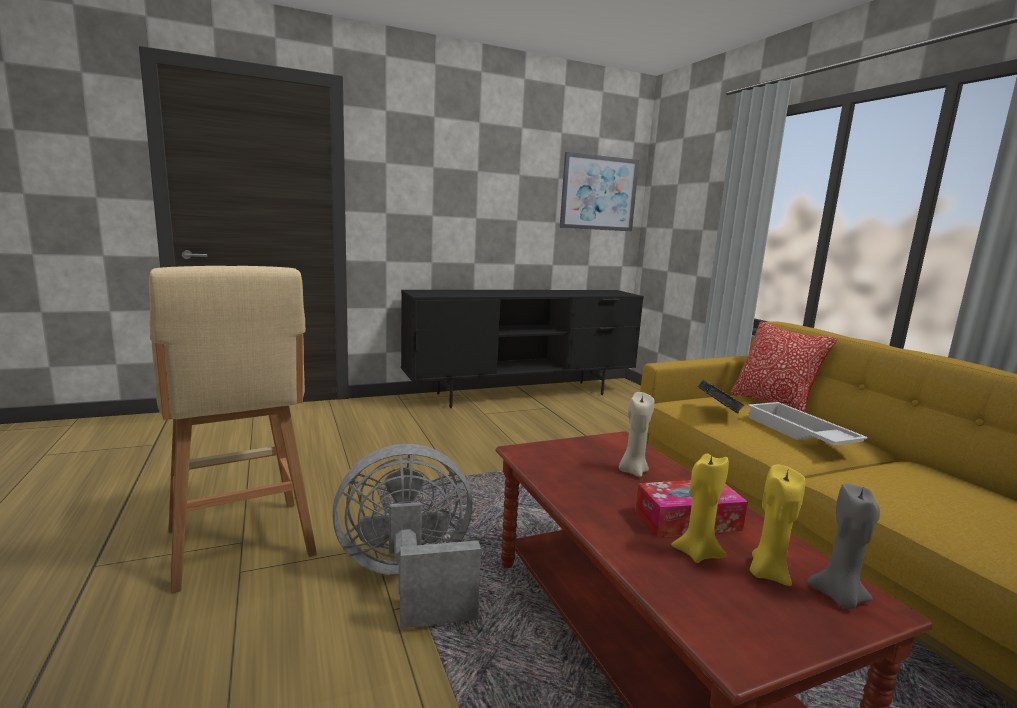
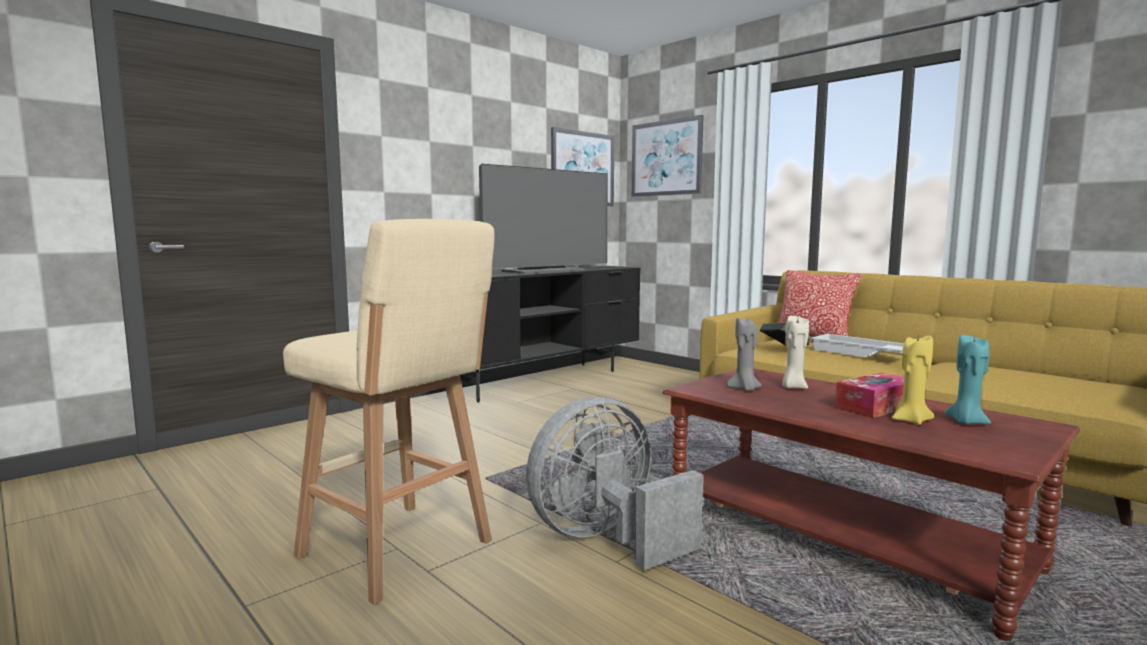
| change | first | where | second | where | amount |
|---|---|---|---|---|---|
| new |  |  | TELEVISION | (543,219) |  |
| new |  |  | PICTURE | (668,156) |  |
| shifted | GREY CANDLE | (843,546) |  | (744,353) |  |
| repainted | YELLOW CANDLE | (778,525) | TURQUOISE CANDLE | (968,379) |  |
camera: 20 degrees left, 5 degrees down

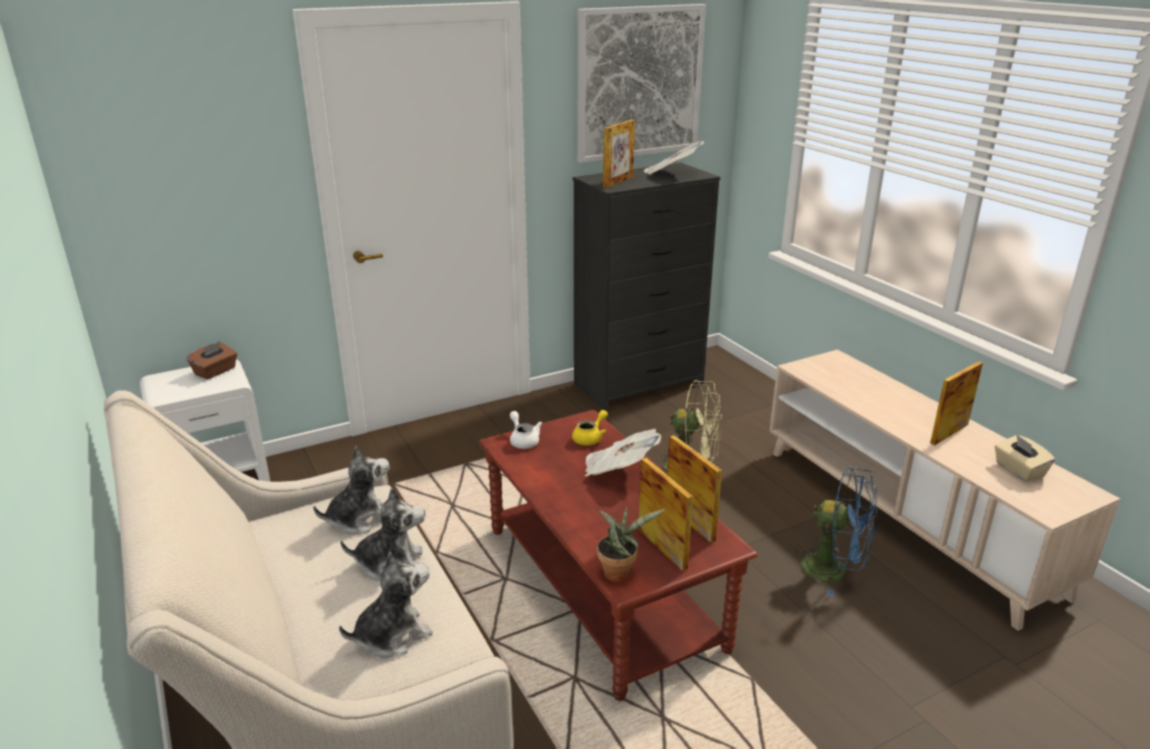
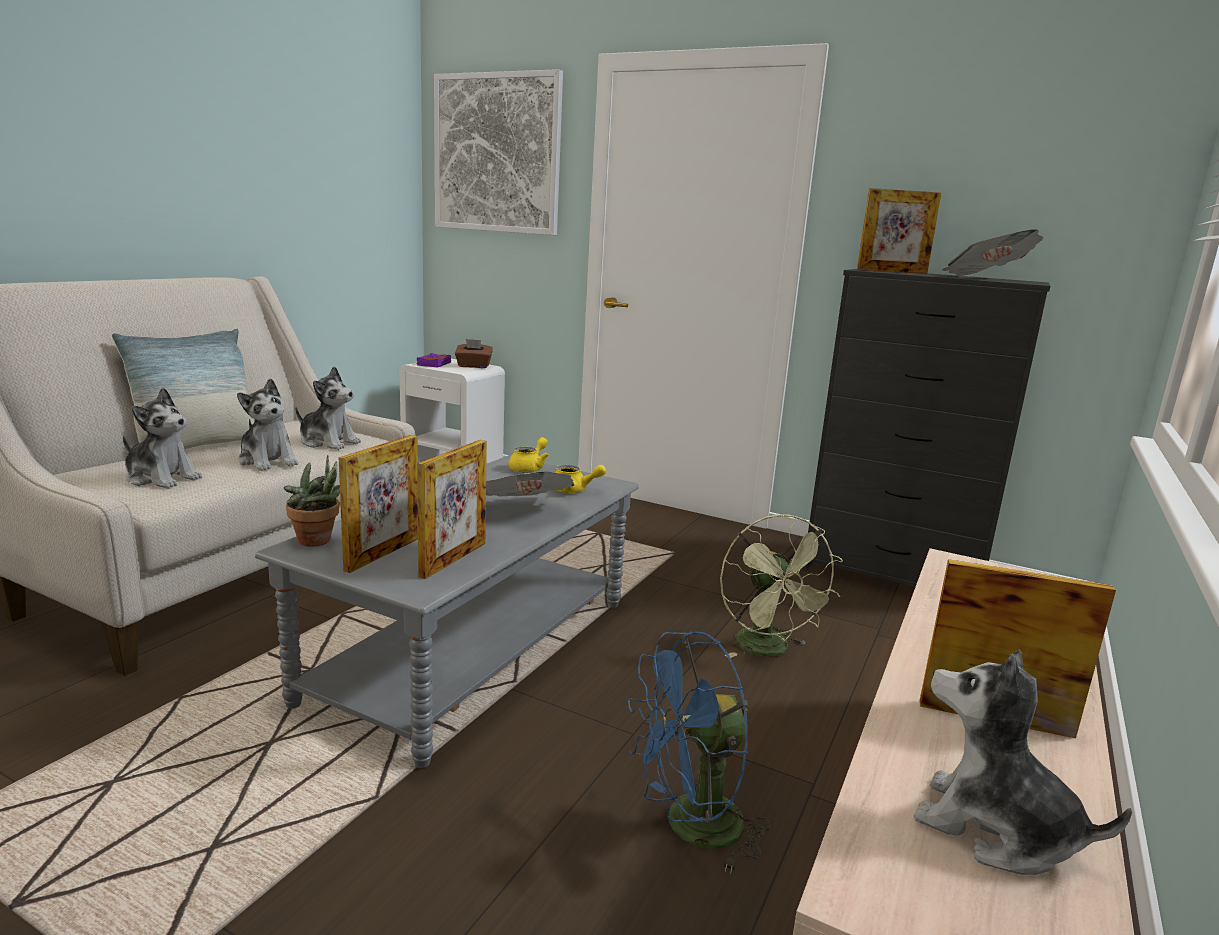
| change | first | where | second | where | amount |
|---|---|---|---|---|---|
| new |  |  | PILLOW | (182,388) |  |
| new |  |  | PURPLE BOOK | (434,360) |  |
| shifted | PICTURE | (641,83) |  | (498,152) |  |
| swapped | BEIGE TISSUE BOX | (1024,458) | PLUSH TOY | (1022,762) |  |
| repainted | BROWN COFFEE TABLE | (618,555) | GREY COFFEE TABLE | (447,611) |  |
| repainted | WHITE TEAPOT | (526,430) | YELLOW TEAPOT | (528,454) |  |
| rotated | BLUE FAN | (834,531) |  | (699,752) | 75 degrees clockwise |
camera: 55 degrees right, 10 degrees down

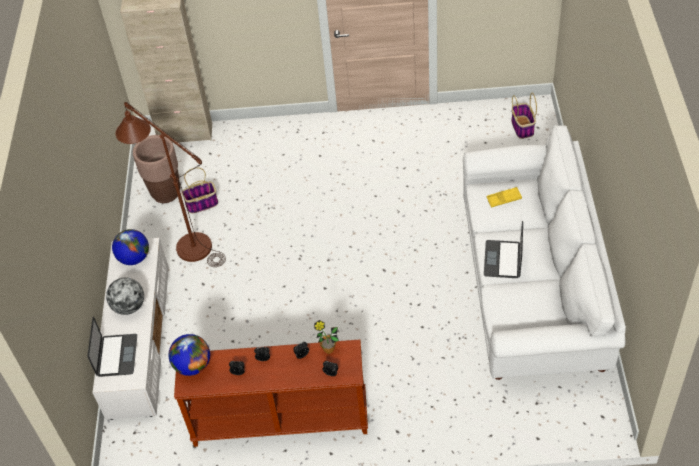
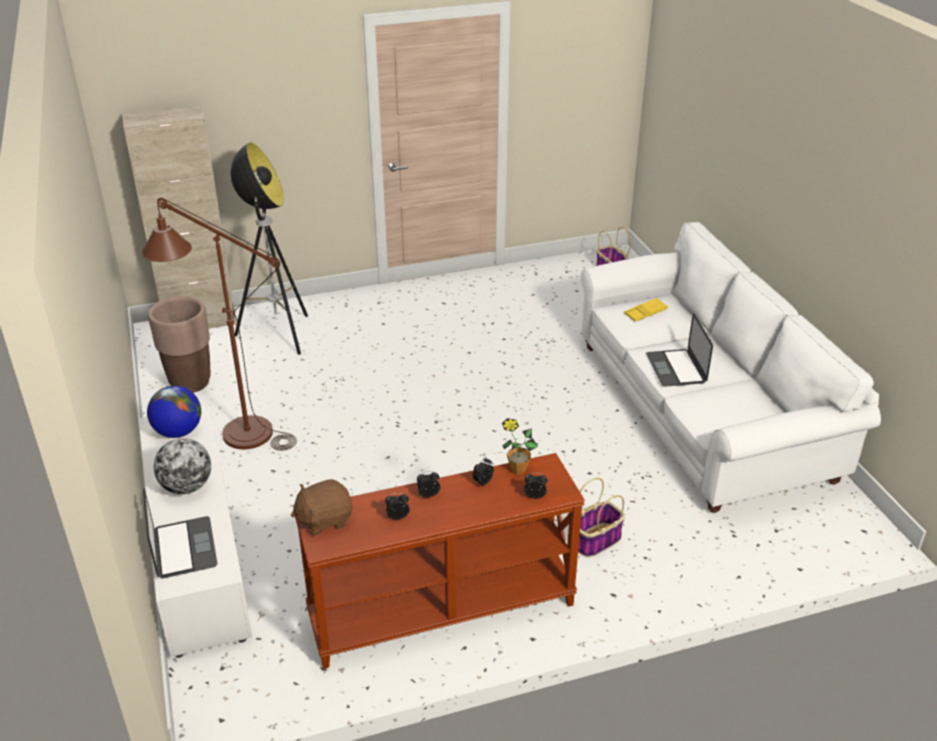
| change | first | where | second | where | amount |
|---|---|---|---|---|---|
| new |  |  | FLOOR LAMP | (269,248) |  |
| shifted | BASKET | (199,190) |  | (601,517) |  |
| swapped | GLOBE | (189,355) | BROWN PLUSH TOY | (322,507) |  |
camera: 20 degrees left, 15 degrees down

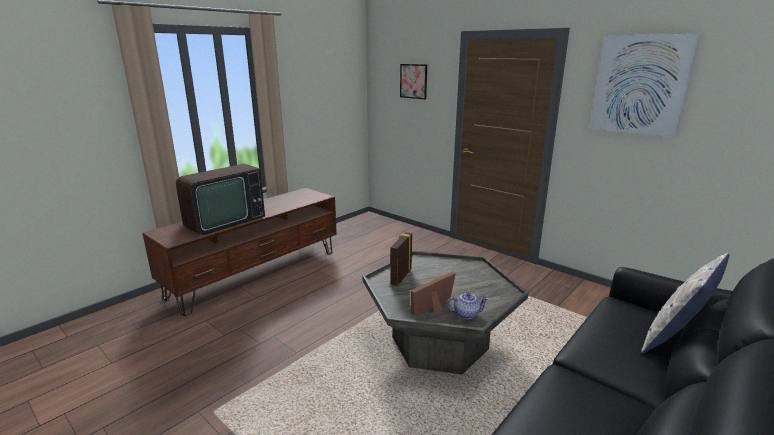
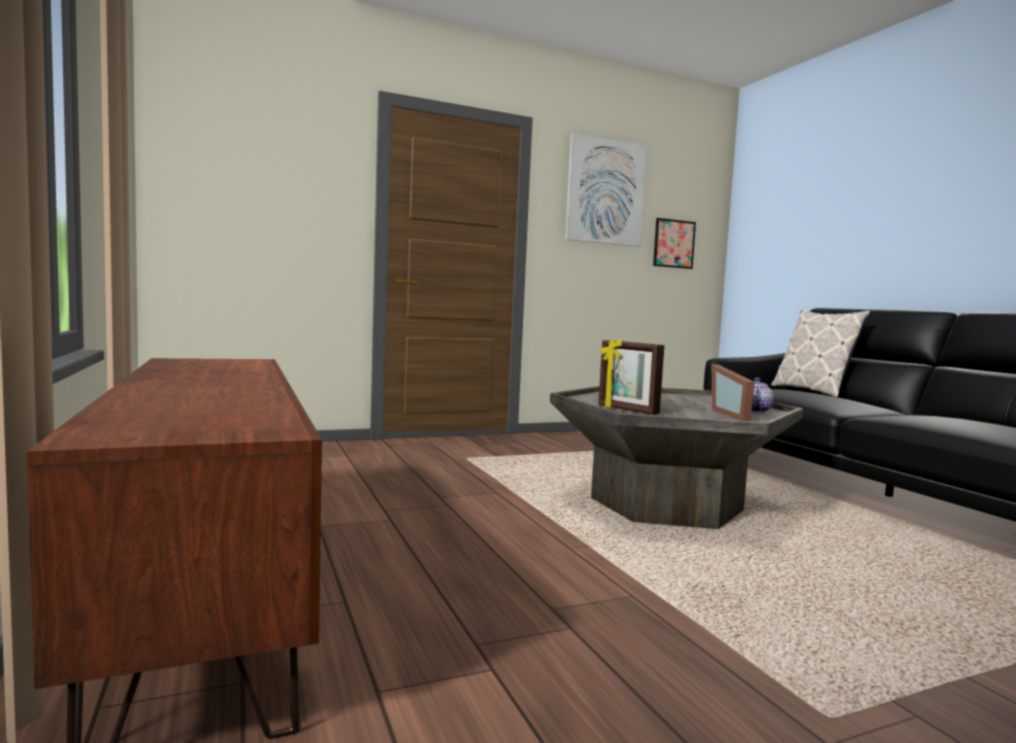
| change | first | where | second | where | amount |
|---|---|---|---|---|---|
| gone | TELEVISION | (220,199) |  |  |  |
| shifted | PICTURE | (413,81) |  | (674,243) |  |
camera: 65 degrees left, 15 degrees down

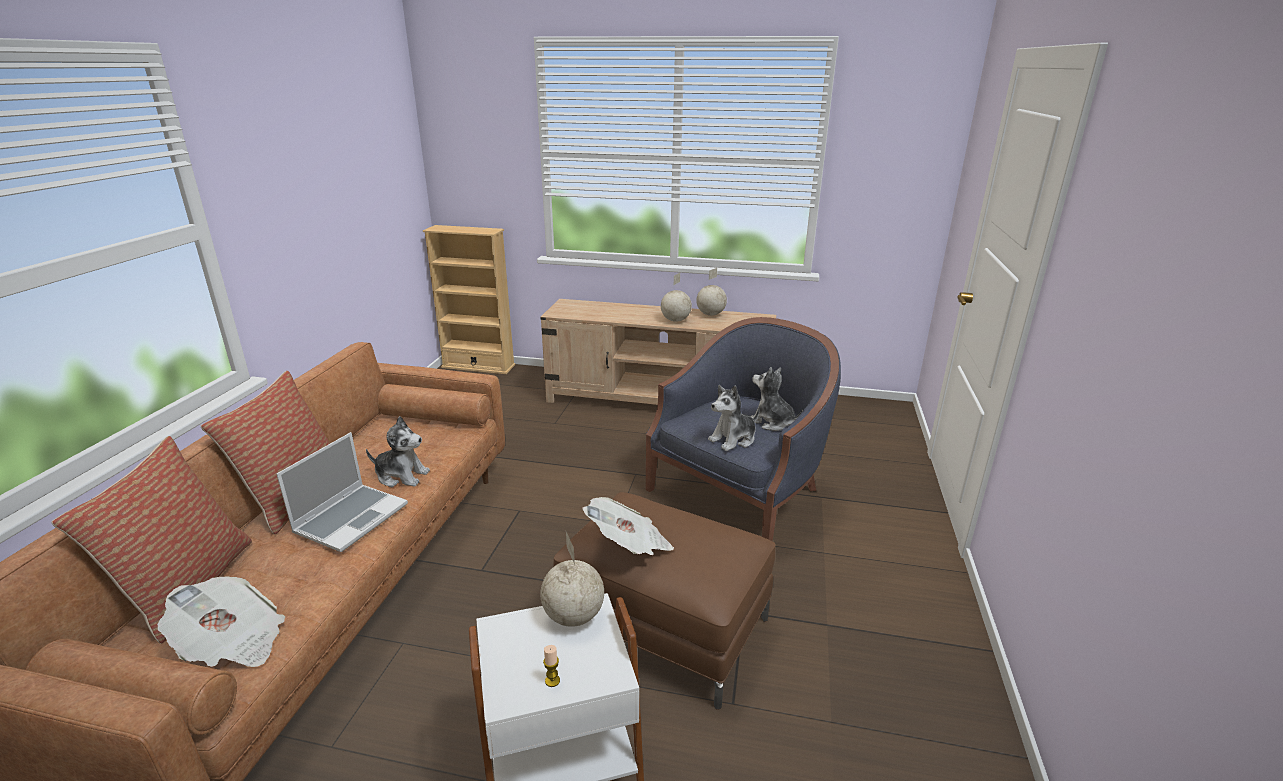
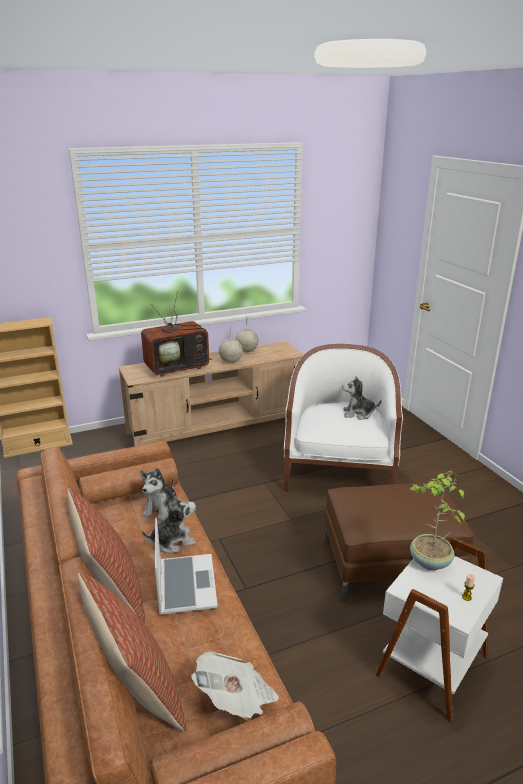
| change | first | where | second | where | amount |
|---|---|---|---|---|---|
| gone | NEWSPAPER | (628,526) |  |  |  |
| new |  |  | TELEVISION | (176,333) |  |
| shifted | PLUSH TOY | (733,418) |  | (158,495) |  |
| swapped | GLOBE | (572,579) | POTTED PLANT | (437,520) |  |
| repainted | BLUE ARMCHAIR | (743,429) | WHITE ARMCHAIR | (343,417) |  |
camera: 35 degrees left, 0 degrees up

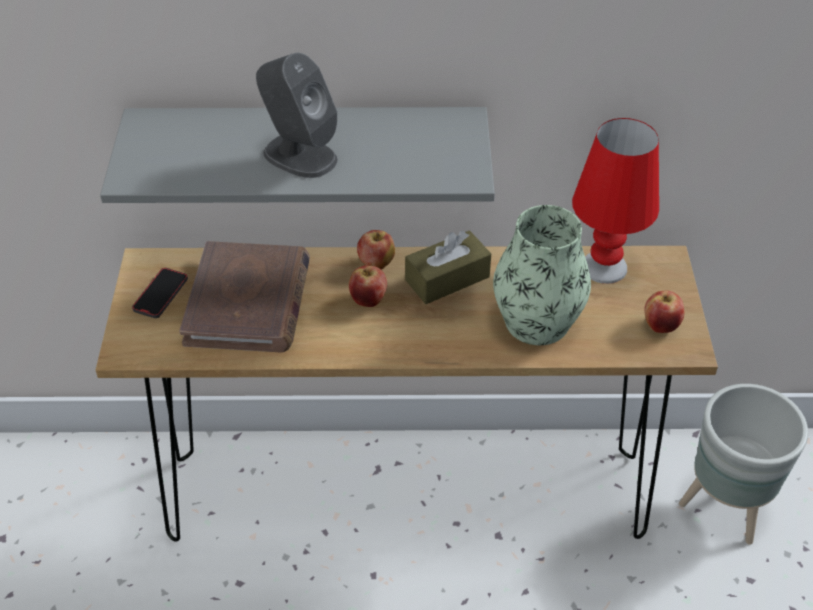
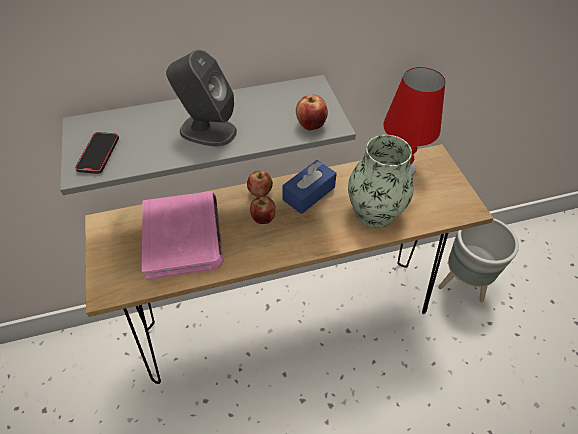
| change | first | where | second | where | amount |
|---|---|---|---|---|---|
| shifted | PHONE | (160,293) |  | (97,153) |  |
| shifted | APPLE | (664,312) |  | (312,112) |  |
| repainted | BROWN BOOK | (244,297) | PINK BOOK | (183,235) |  |
| repainted | BROWN TISSUE BOX | (448,267) | BLUE TISSUE BOX | (309,187) |  |
camera: 15 degrees left, 5 degrees up

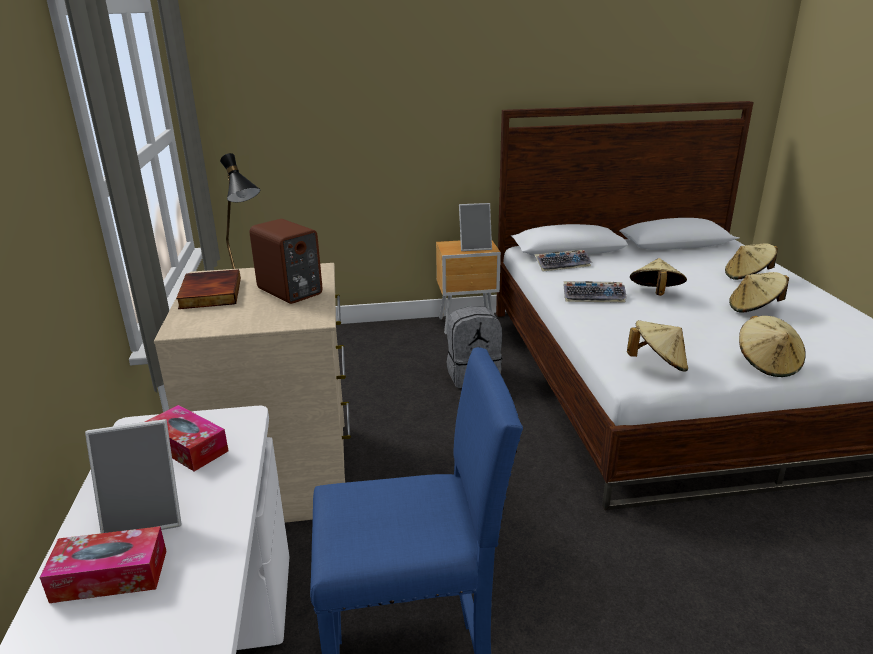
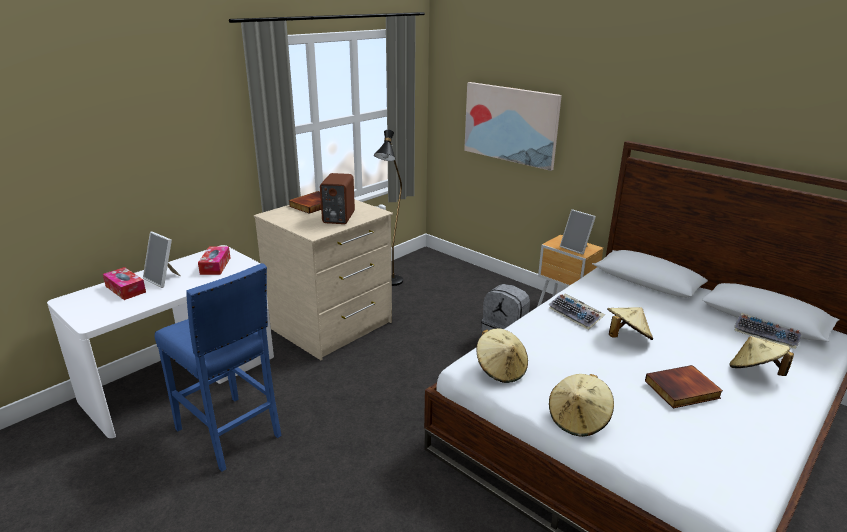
| change | first | where | second | where | amount |
|---|---|---|---|---|---|
| new |  |  | PICTURE | (513,126) |  |
| shifted | KEYBOARD | (563,260) |  | (768,331) |  |
| swapped | BEIGE HAT | (759,292) | BOOK | (684,386) |  |
camera: 50 degrees right, 0 degrees up

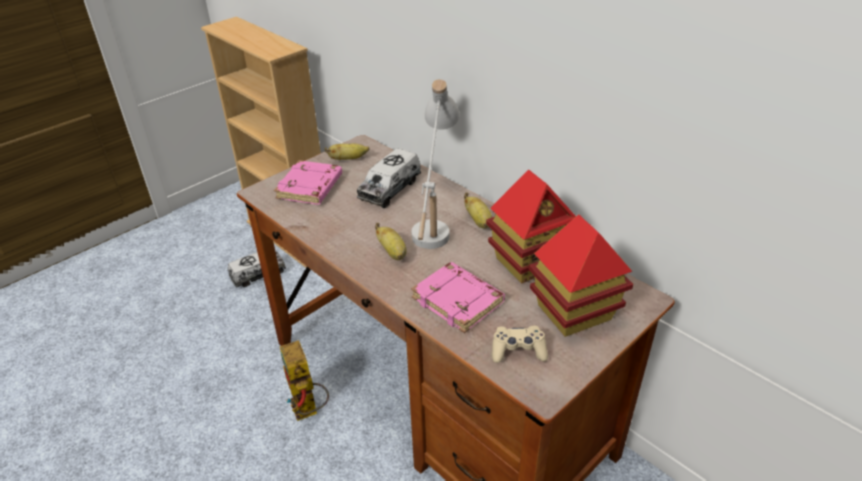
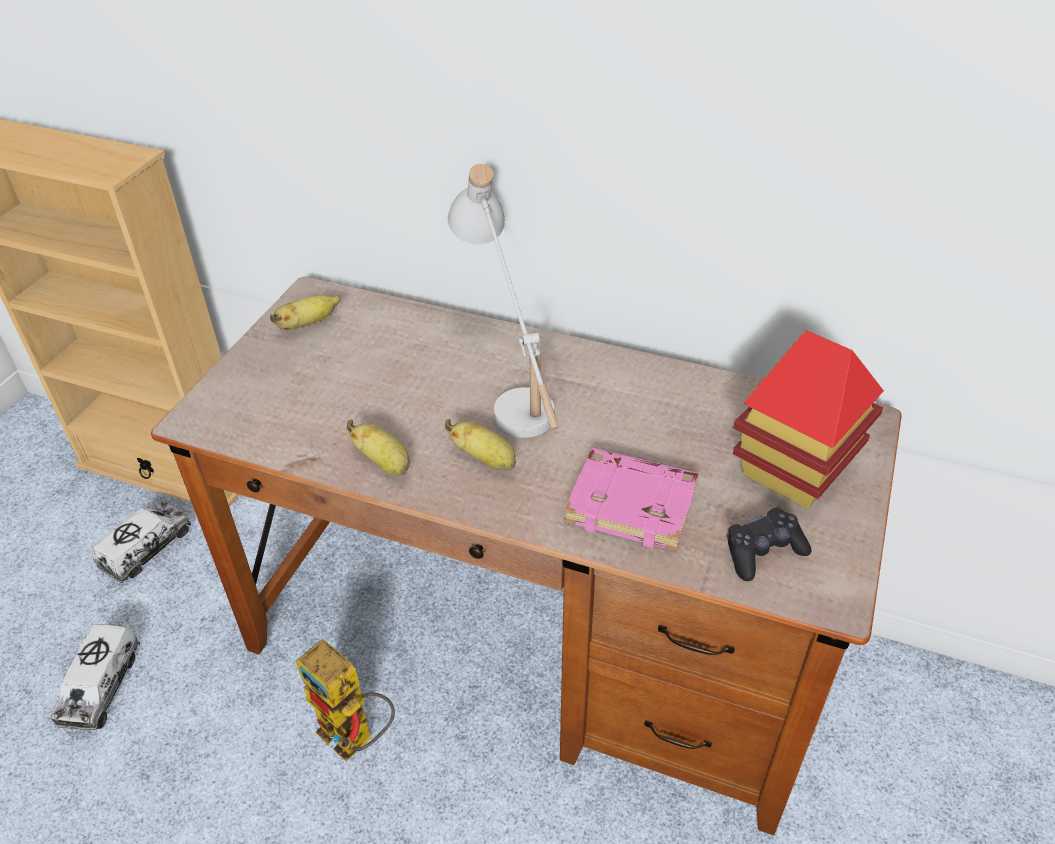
| change | first | where | second | where | amount |
|---|---|---|---|---|---|
| gone | PINK BOOK | (308,182) |  |  |  |
| gone | TOY HOUSE | (531,226) |  |  |  |
| shifted | TOY TRUCK | (389,178) |  | (96,677) |  |
| shifted | BANANA | (478,211) |  | (378,448) |  |
| repainted | BEIGE GAME CONTROLLER | (520,344) | BLACK GAME CONTROLLER | (769,544) |  |
camera: 25 degrees left, 5 degrees up

